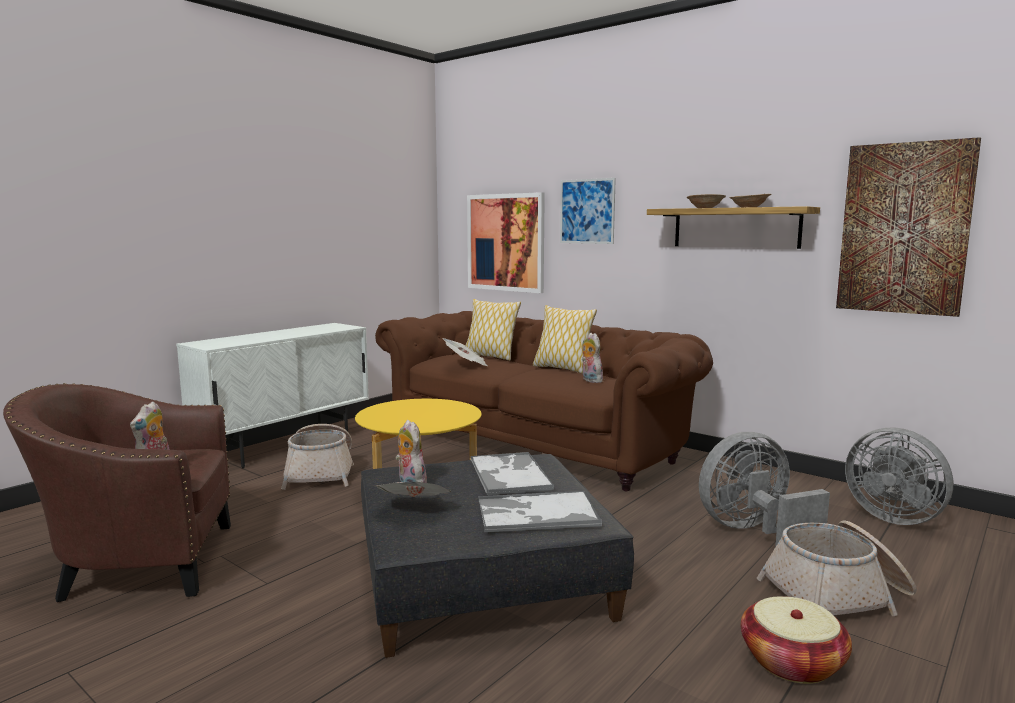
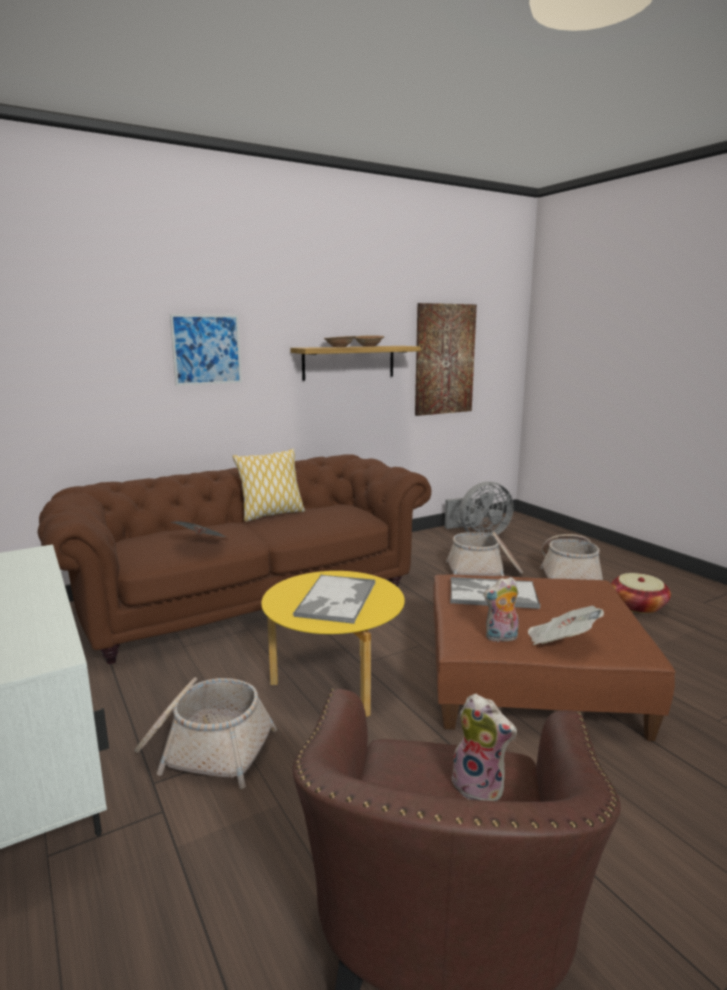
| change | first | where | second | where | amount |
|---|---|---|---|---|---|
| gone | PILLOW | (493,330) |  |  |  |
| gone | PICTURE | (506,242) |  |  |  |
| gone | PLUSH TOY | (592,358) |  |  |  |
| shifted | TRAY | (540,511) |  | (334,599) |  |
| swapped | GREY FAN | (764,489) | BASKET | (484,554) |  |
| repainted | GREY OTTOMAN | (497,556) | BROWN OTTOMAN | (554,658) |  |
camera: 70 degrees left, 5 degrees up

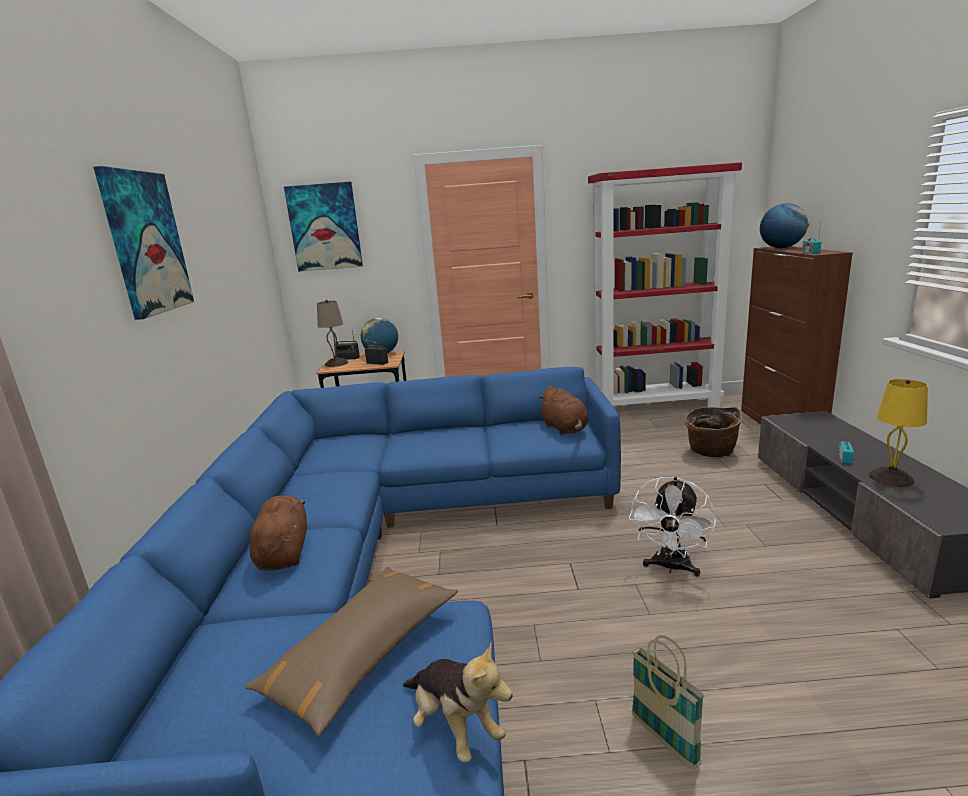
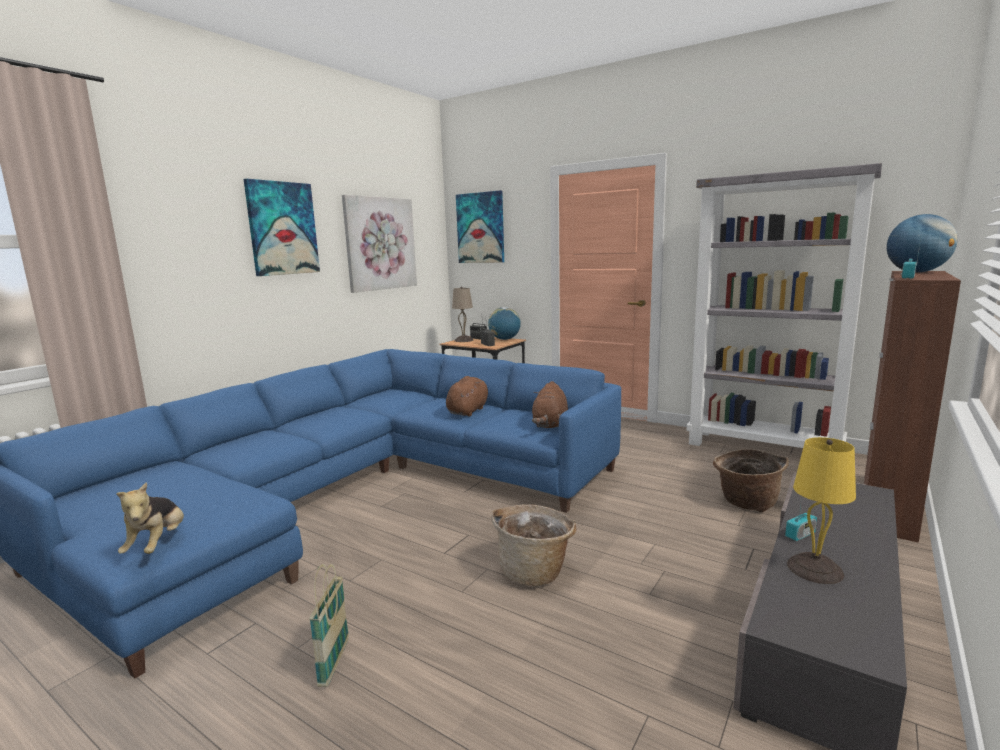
| change | first | where | second | where | amount |
|---|---|---|---|---|---|
| gone | BROWN PILLOW | (351,651) |  |  |  |
| new |  |  | PICTURE | (379,244) |  |
| shifted | BROWN PLUSH TOY | (278,533) |  | (467,396) |  |
| swapped | WHITE FAN | (672,527) | BASKET | (533,545) |  |
| repainted | RED BOOKCASE | (665,284) | GREY BOOKCASE | (784,305) |  |
camera: 35 degrees right, 5 degrees down

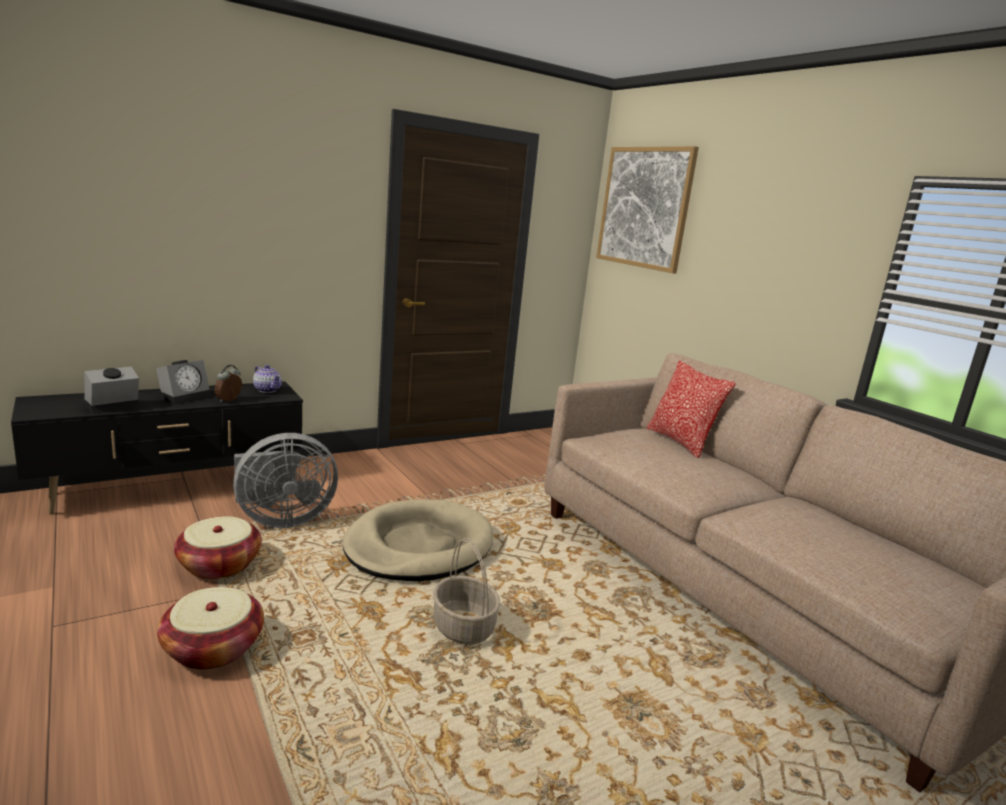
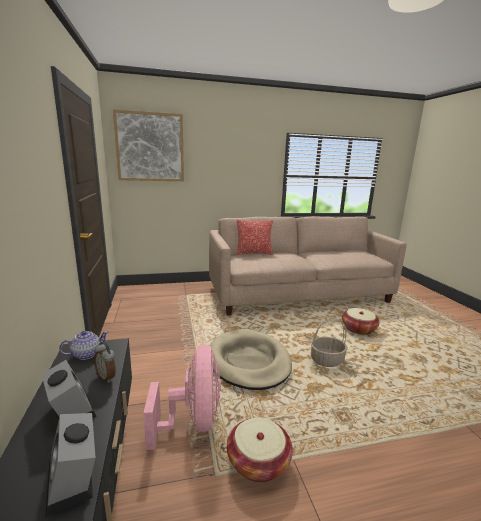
| change | first | where | second | where | amount |
|---|---|---|---|---|---|
| shifted | BASKET | (210,628) |  | (361,321) |  |
| repainted | GREY FAN | (285,480) | PINK FAN | (182,397) |  |
camera: 70 degrees left, 0 degrees up

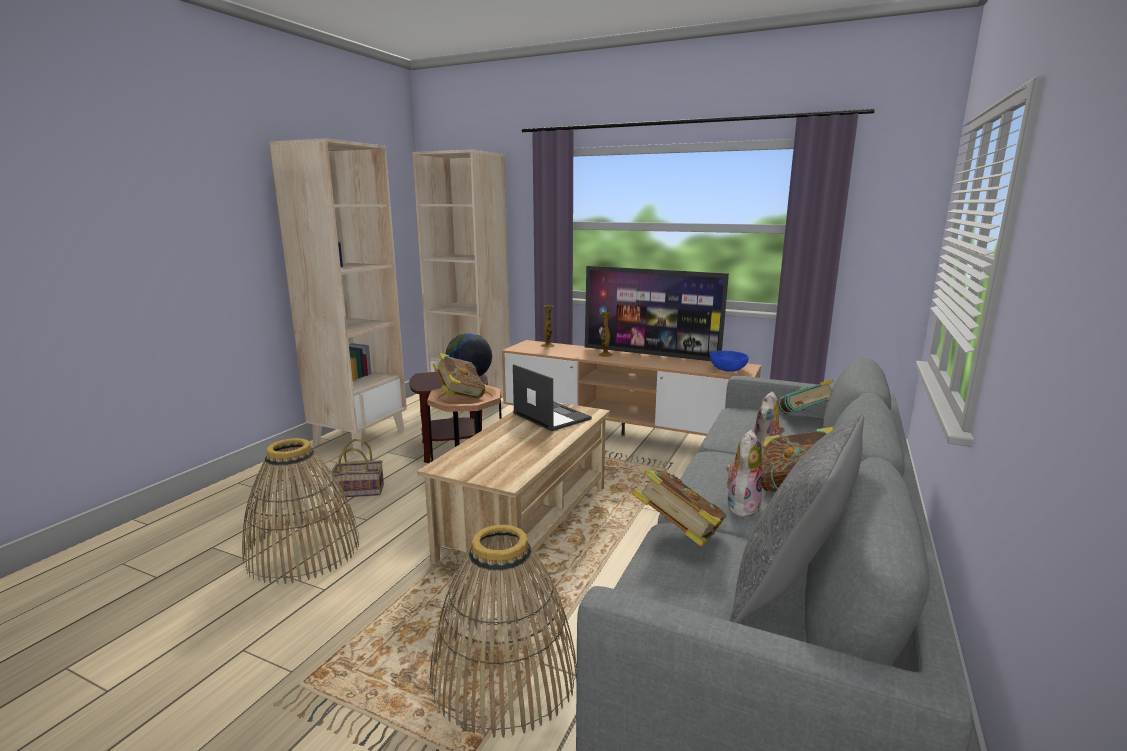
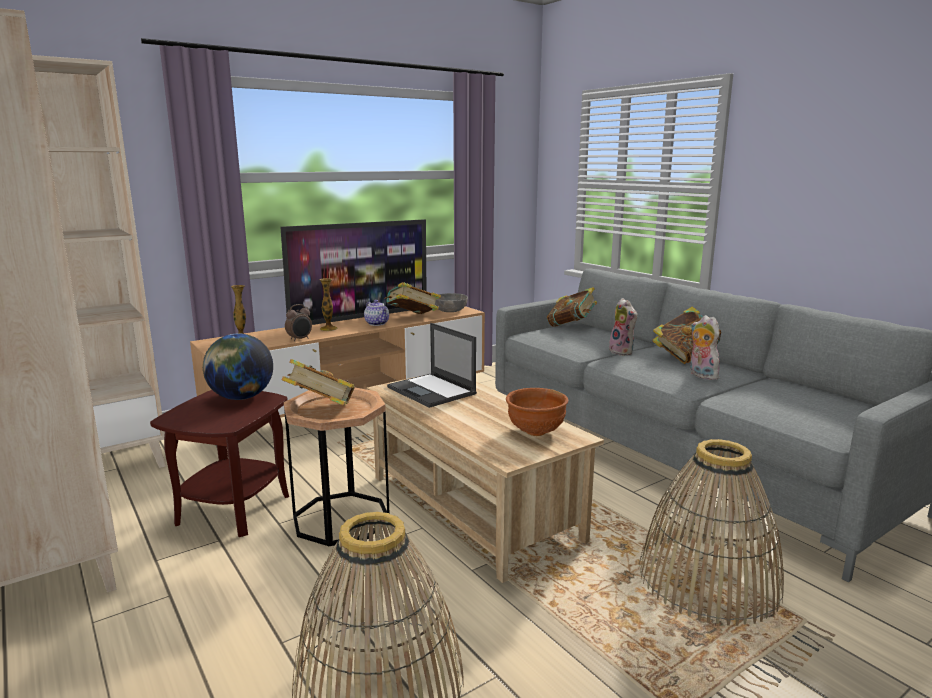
| change | first | where | second | where | amount |
|---|---|---|---|---|---|
| gone | BASKET | (357,468) |  |  |  |
| gone | GREY PILLOW | (797,518) |  |  |  |
| new |  |  | ALARM CLOCK | (298,322) |  |
| new |  |  | TEAPOT | (376,313) |  |
| new |  |  | BROWN BOWL | (537,412) |  |
| shifted | BOOK | (679,508) |  | (412,298) |  |
| repainted | BLUE BOWL | (729,361) | GREY BOWL | (451,302) |  |
| rotated | LAPTOP | (552,397) |  | (432,365) | 120 degrees counterclockwise |
camera: 60 degrees left, 0 degrees up

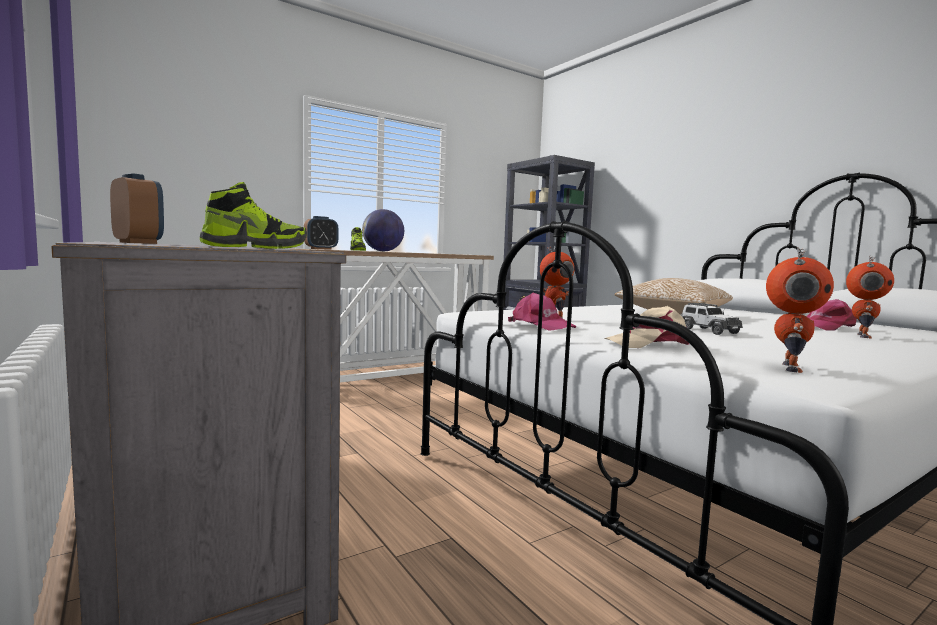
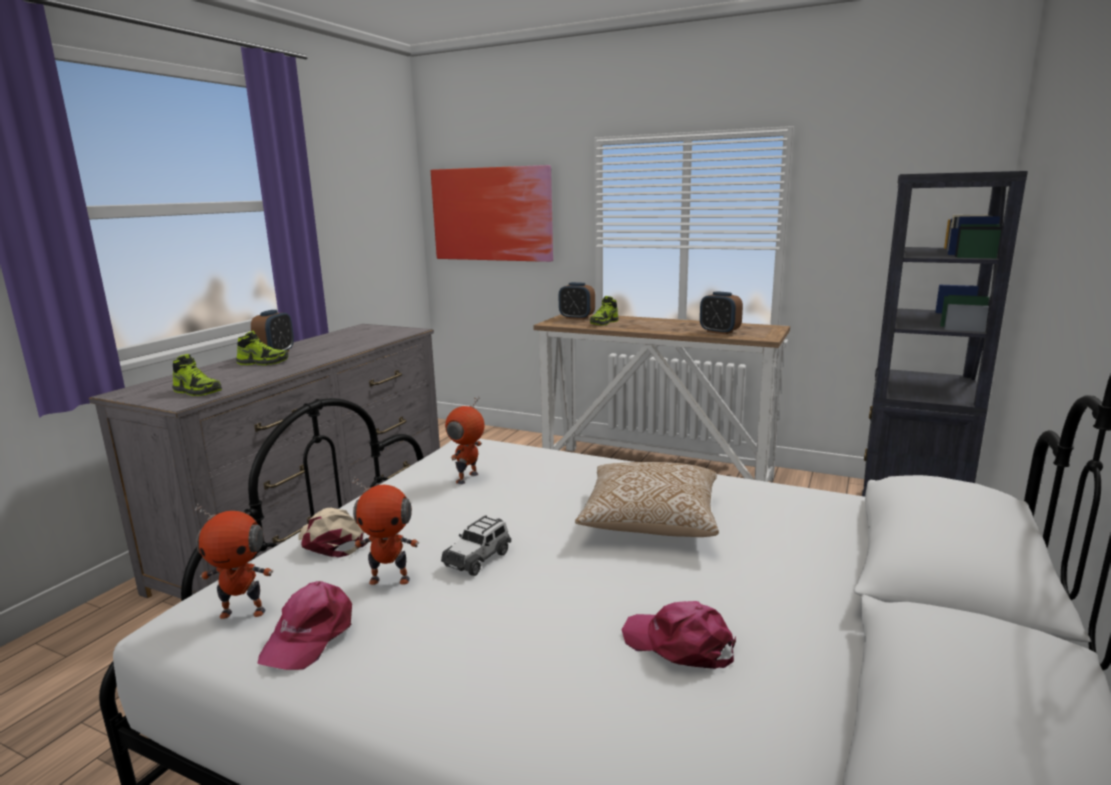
| change | first | where | second | where | amount |
|---|---|---|---|---|---|
| gone | GLOBE | (383,230) |  |  |  |
| new |  |  | SHOE | (262,348) |  |
| new |  |  | PICTURE | (492,213) |  |
| new |  |  | ALARM CLOCK | (721,313) |  |
| shifted | PINK CAP | (542,312) |  | (304,625) |  |
| shifted | TOY ROBOT | (870,296) |  | (385,531) |  |
camera: 60 degrees right, 10 degrees up

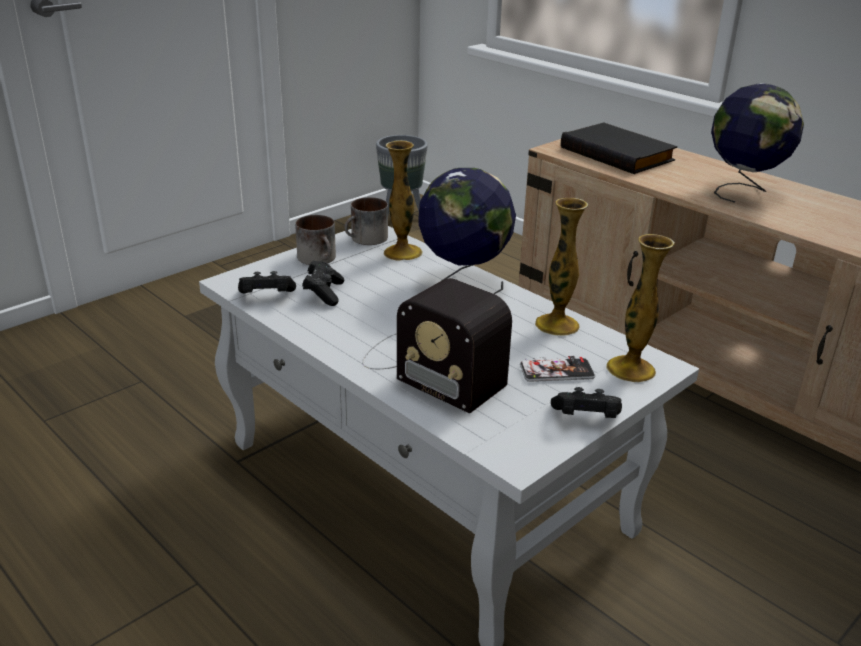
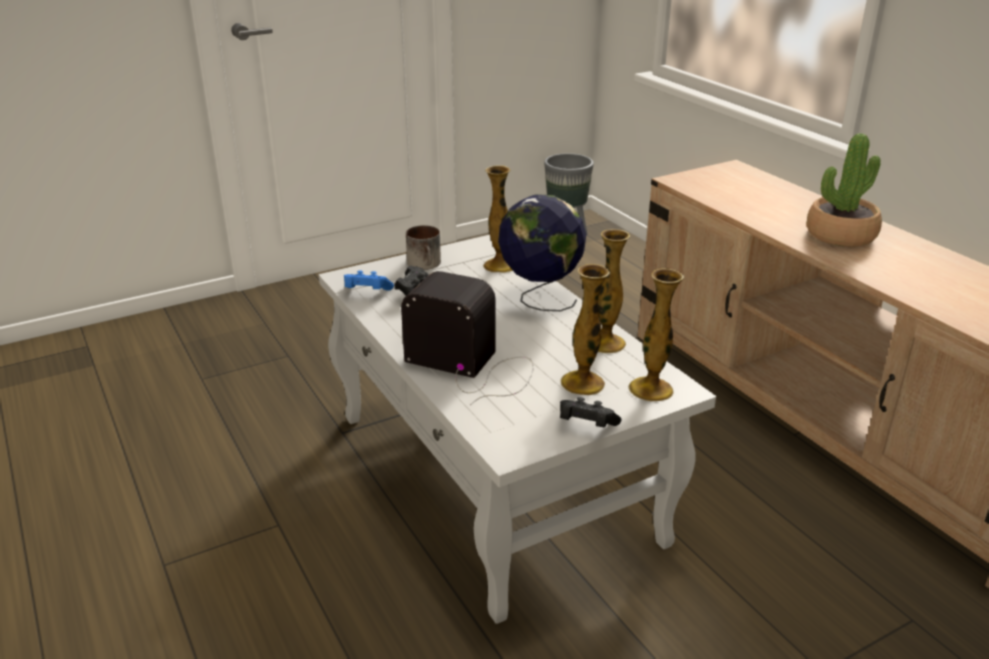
| change | first | where | second | where | amount |
|---|---|---|---|---|---|
| gone | MUG | (366,221) |  |  |  |
| gone | BLACK BOOK | (619,148) |  |  |  |
| swapped | PHONE | (557,369) | VASE | (585,329) |  |
| swapped | GLOBE | (757,143) | POTTED PLANT | (844,190) |  |
| repainted | BLACK GAME CONTROLLER | (267,282) | BLUE GAME CONTROLLER | (369,280) |  |
| rotated | RADIO | (437,345) |  | (467,338) | 150 degrees clockwise |
camera: 15 degrees right, 0 degrees up

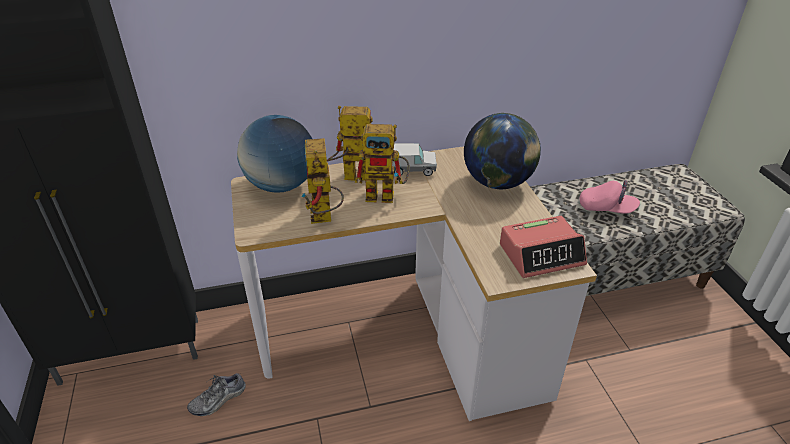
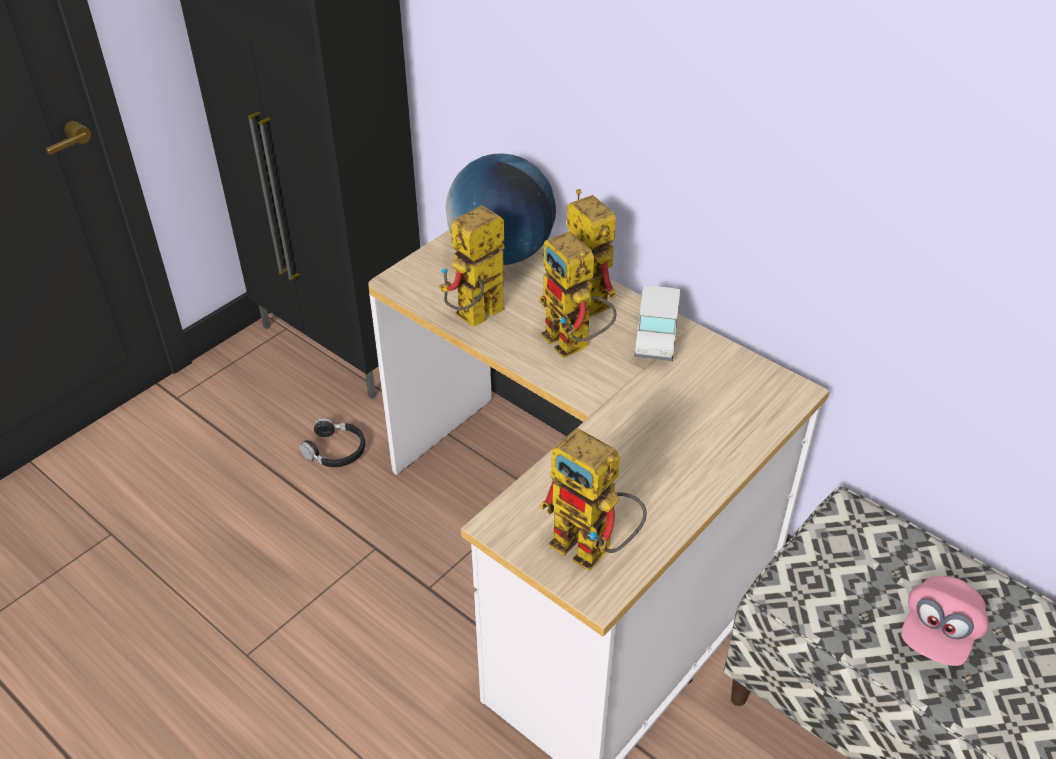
| change | first | where | second | where | amount |
|---|---|---|---|---|---|
| gone | GLOBE | (502,151) |  |  |  |
| swapped | SHOE | (216,394) | BLACK HEADPHONES | (332,442) |  |
| swapped | ALARM CLOCK | (543,247) | TOY ROBOT | (593,499) |  |
| rotated | TOY TRUCK | (414,159) |  | (658,323) | 45 degrees clockwise |
| rotated | PINK CAP | (610,197) |  | (945,621) | 45 degrees clockwise |
camera: 55 degrees right, 5 degrees up

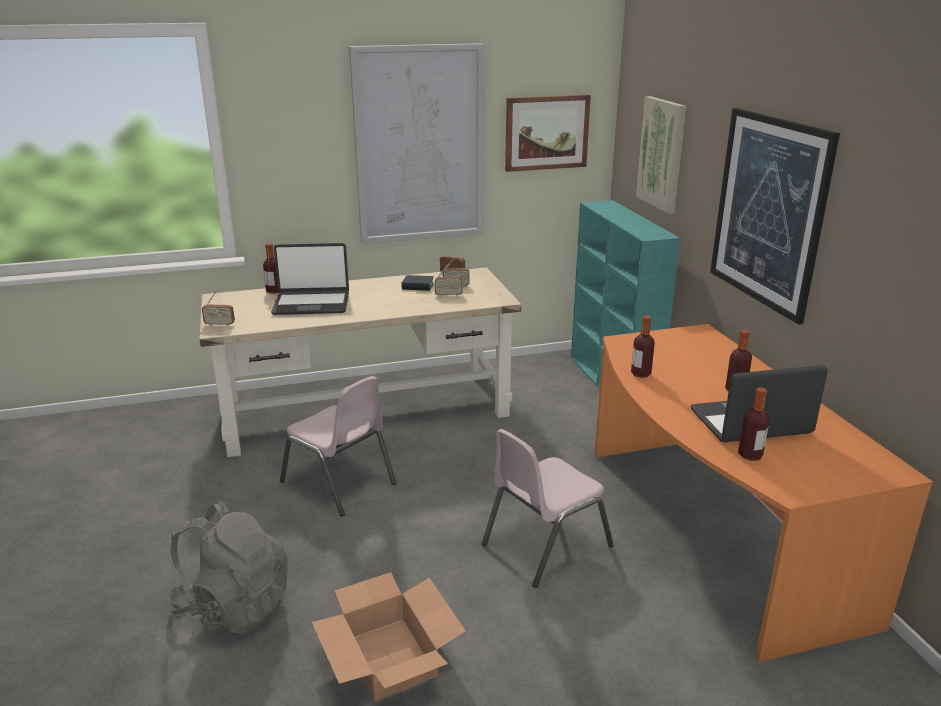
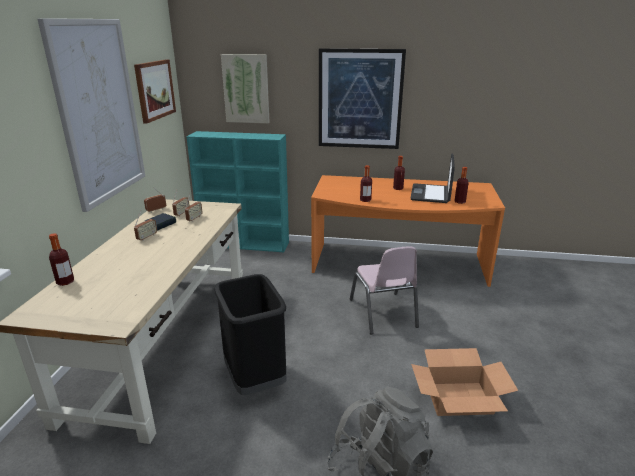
| change | first | where | second | where | amount |
|---|---|---|---|---|---|
| gone | LAPTOP | (310,279) |  |  |  |
| shifted | RADIO | (218,308) |  | (145,226) |  |
| swapped | PINK CHAIR | (338,446) | BLACK TRASH CAN | (250,334) |  |
camera: 65 degrees left, 0 degrees up

